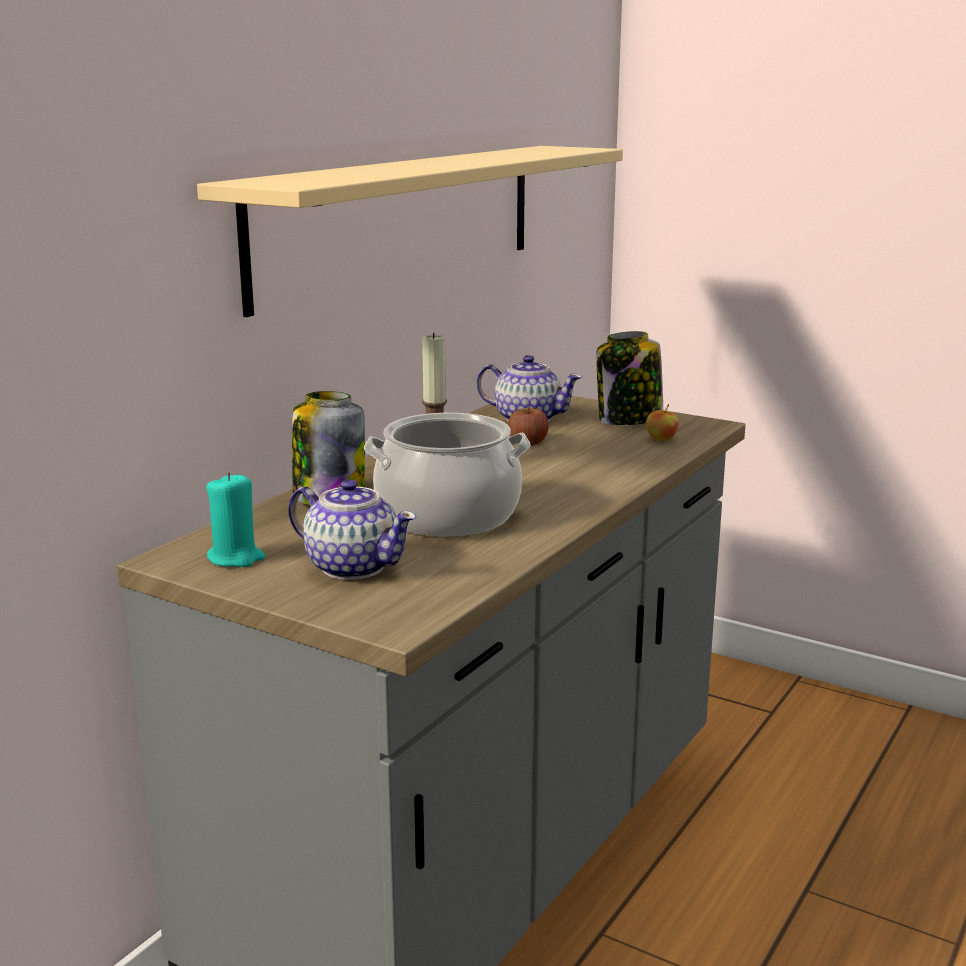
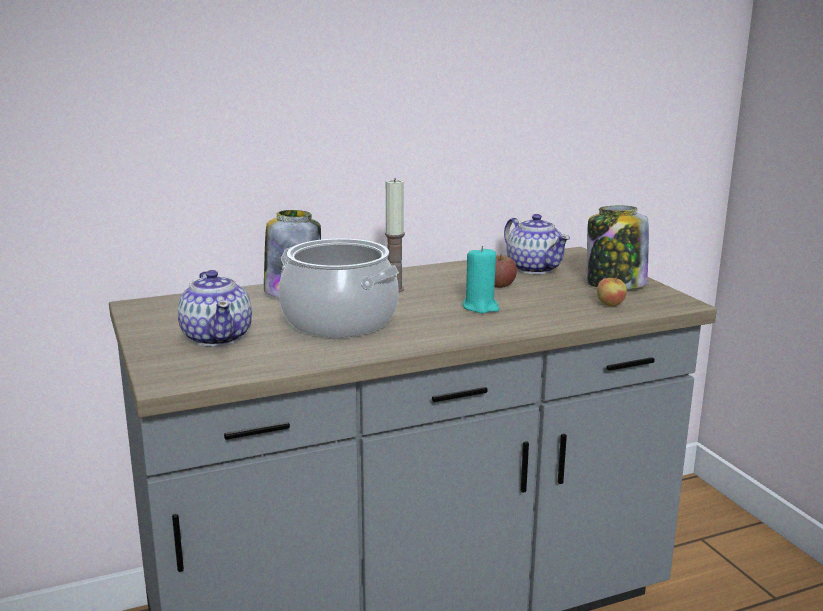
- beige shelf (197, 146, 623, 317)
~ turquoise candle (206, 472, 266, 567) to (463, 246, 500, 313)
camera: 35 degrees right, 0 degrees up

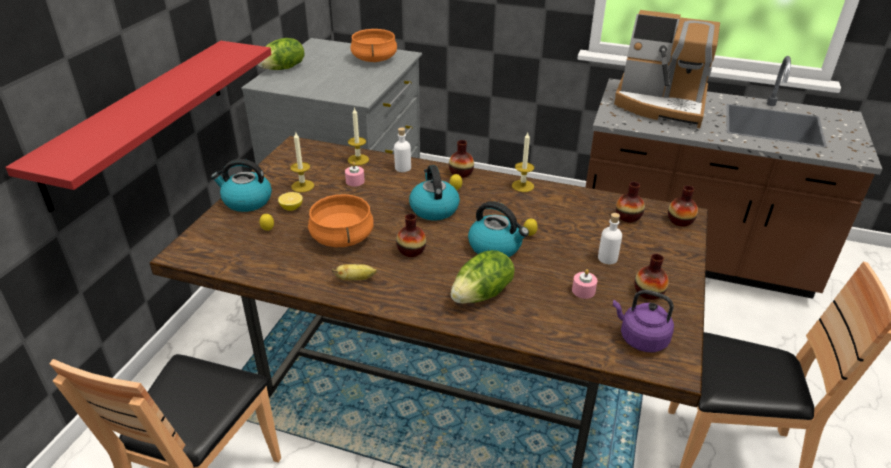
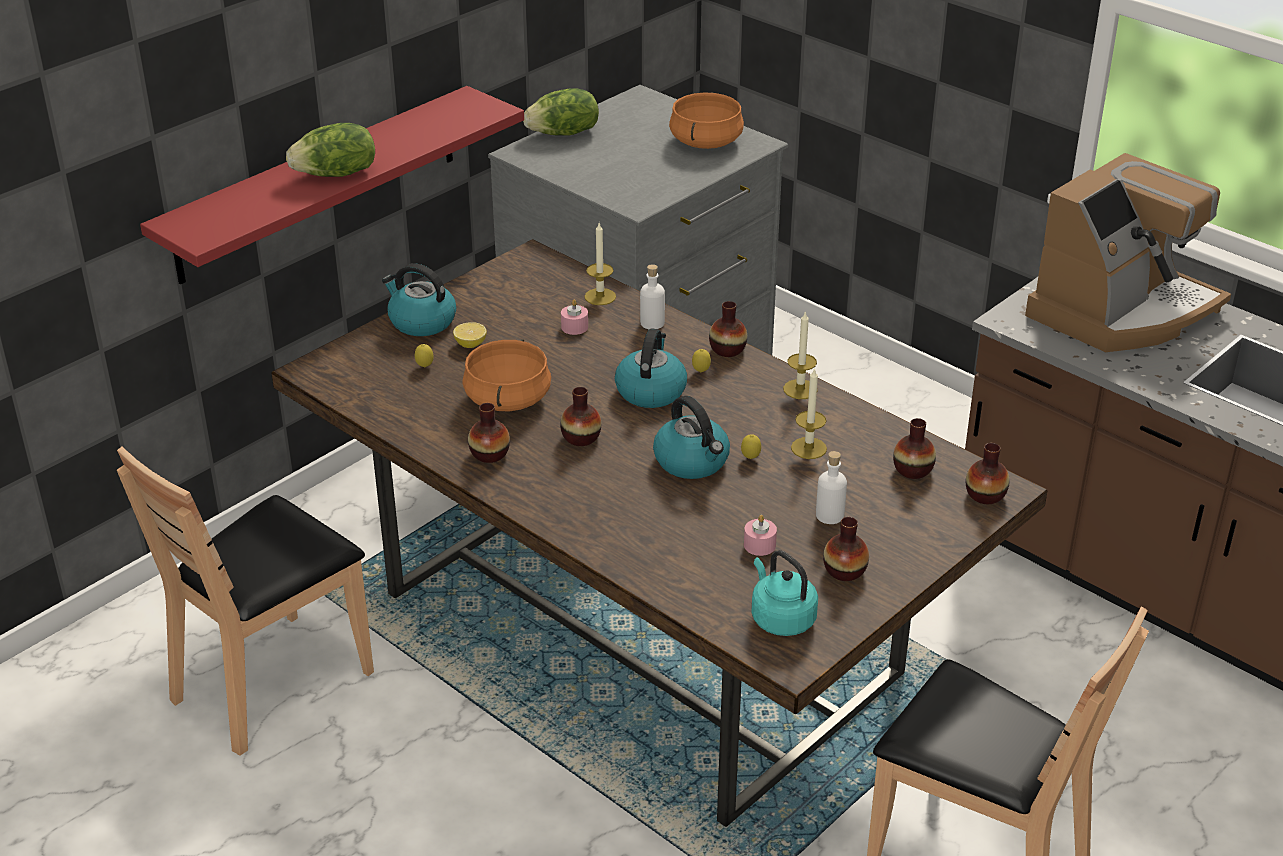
~ coffee machine (614, 10, 720, 128) = (1025, 153, 1231, 352) 90 degrees counterclockwise
~ candle (290, 132, 314, 192) to (791, 368, 827, 459)
~ lettuce (451, 250, 515, 304) to (286, 123, 375, 177)
~ banana (332, 264, 377, 280) to vase (468, 403, 510, 463)
~ purple kettle (613, 290, 674, 352) to turquoise kettle (751, 550, 818, 636)
camera: 25 degrees right, 0 degrees up

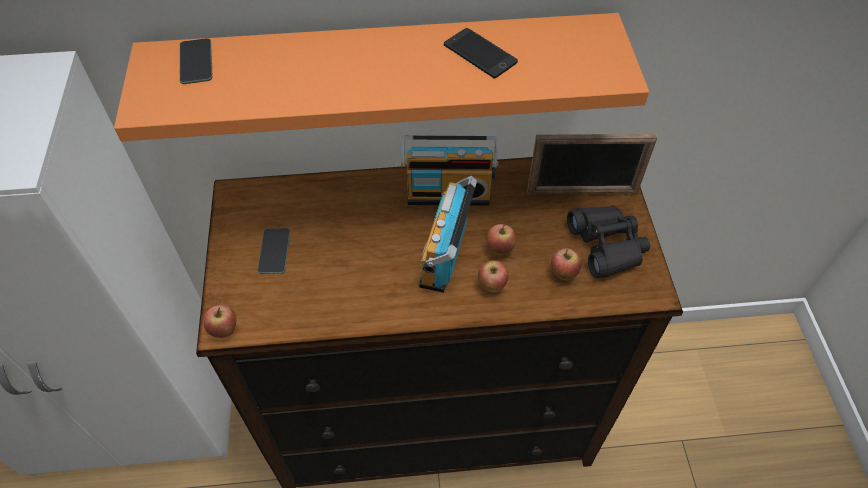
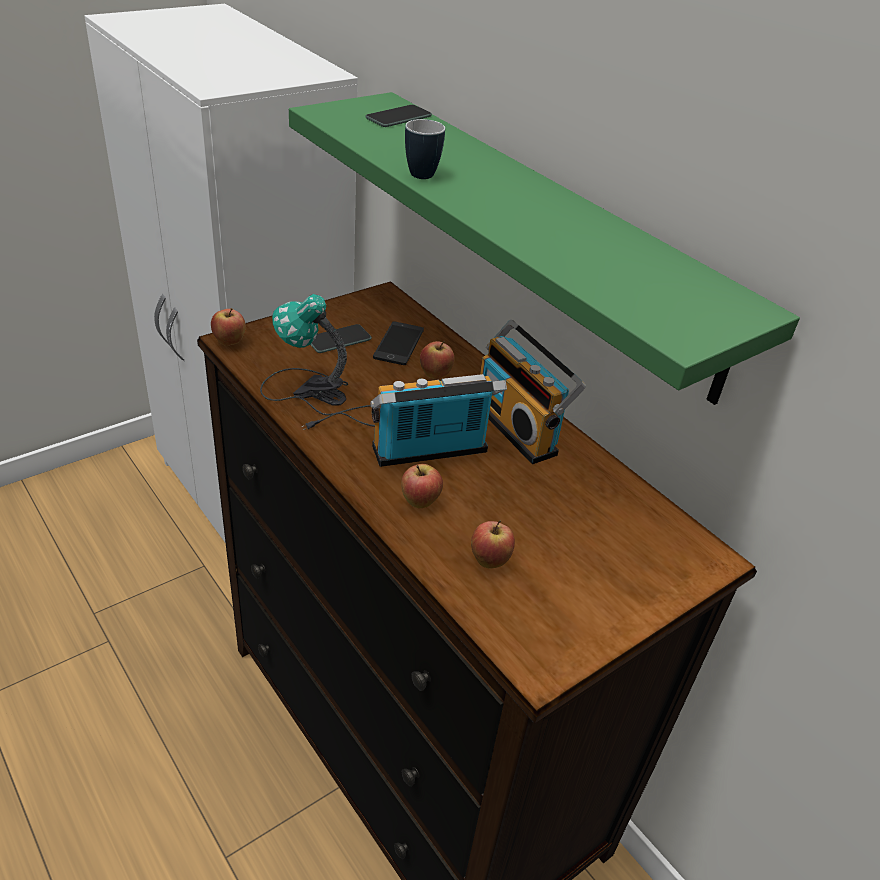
~ orange shelf (114, 13, 649, 141) to green shelf (289, 92, 800, 405)
~ phone (444, 28, 518, 79) to (373, 321, 424, 365)
- picture frame (527, 134, 657, 194)
- black binoculars (567, 205, 650, 278)
~ apple (486, 224, 516, 255) to (420, 341, 455, 379)
+ mug (405, 119, 445, 179)
+ table lamp (260, 294, 375, 430)
camera: 55 degrees right, 15 degrees down

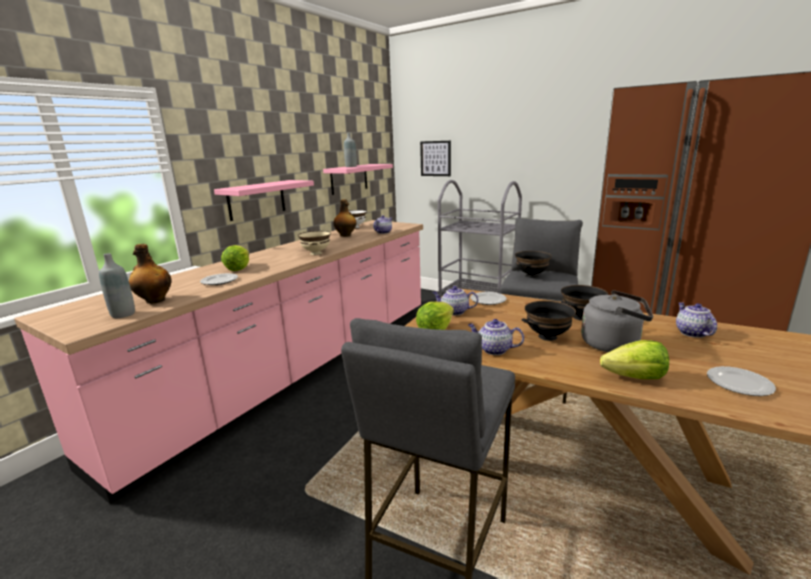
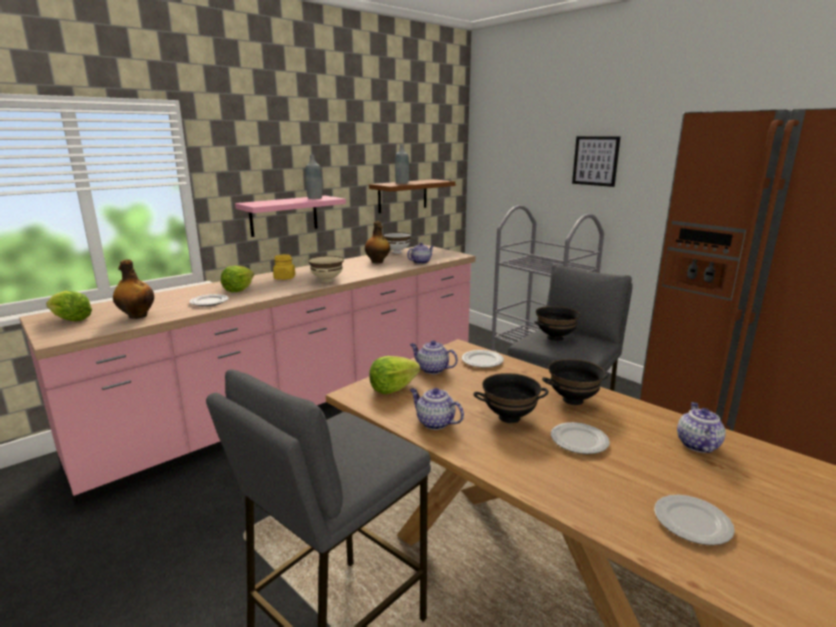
~ picture (420, 141, 451, 176) to (572, 136, 620, 187)
~ pink shelf (323, 164, 393, 195) to brown shelf (369, 179, 456, 213)
~ grey bottle (99, 253, 135, 318) to (305, 155, 322, 199)
~ grey kettle (581, 290, 653, 352) to plate (551, 422, 610, 454)
~ lettuce (600, 340, 669, 379) to (46, 291, 92, 321)
+ yellow jar (273, 254, 295, 280)
camera: 15 degrees right, 0 degrees up

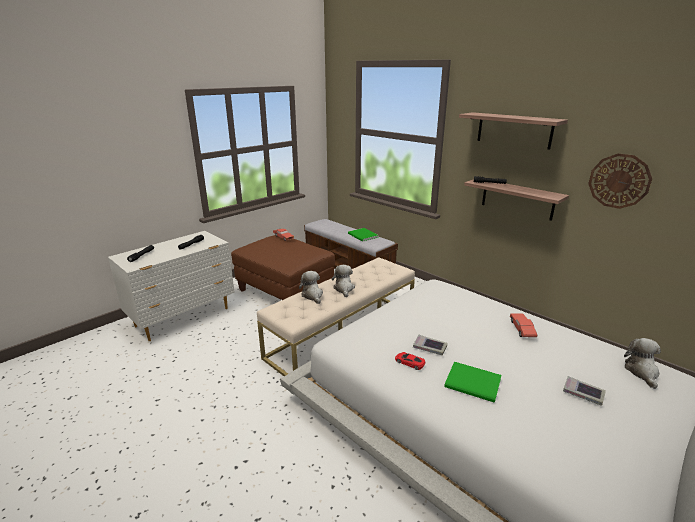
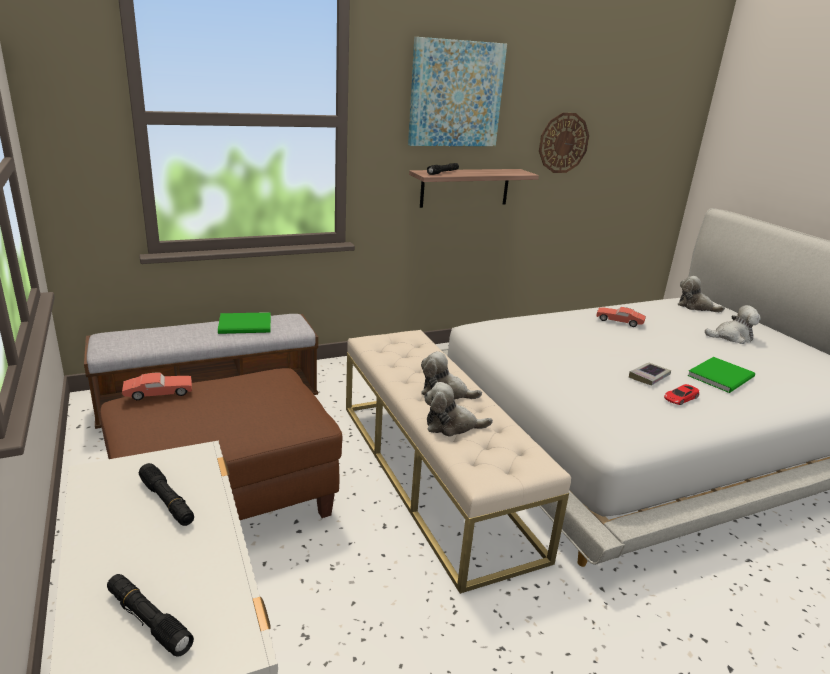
~ shelf (459, 112, 568, 150) to picture (408, 37, 507, 146)
~ book (563, 376, 606, 406) to plush toy (705, 305, 761, 344)
camera: 70 degrees left, 0 degrees up

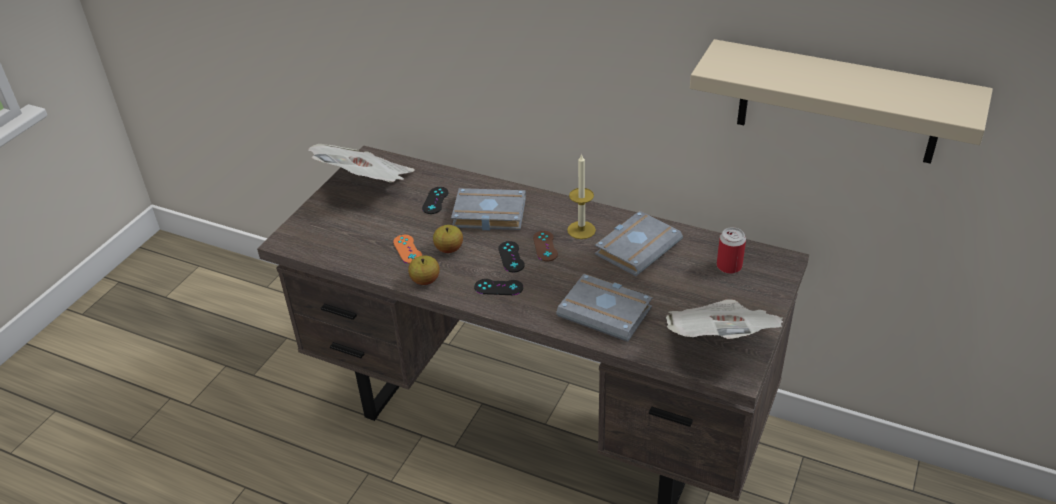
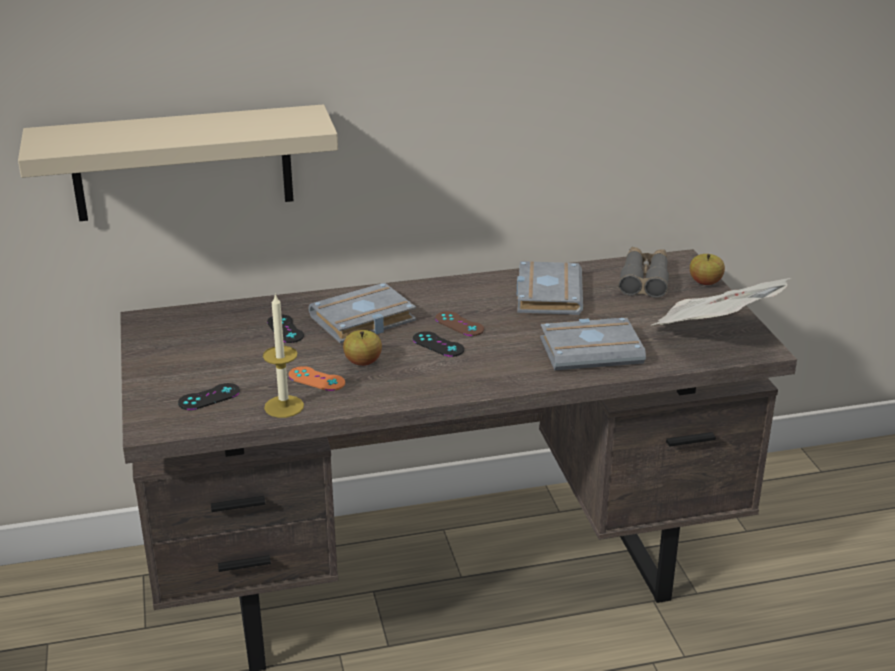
~ beige shelf (690, 39, 993, 164) to (18, 105, 338, 221)
- newspaper (308, 144, 415, 182)
~ candle (567, 153, 596, 239) to (263, 293, 304, 418)
~ can (717, 227, 746, 274) to grey binoculars (618, 247, 669, 298)
~ apple (408, 256, 440, 285) to (690, 254, 725, 285)
~ black game controller (474, 279, 523, 295) to (178, 383, 240, 410)
camera: 40 degrees left, 10 degrees down

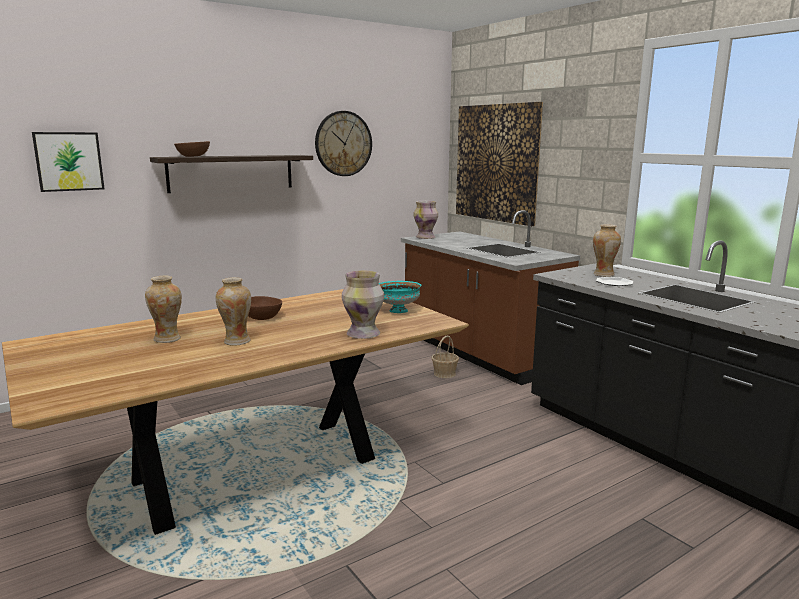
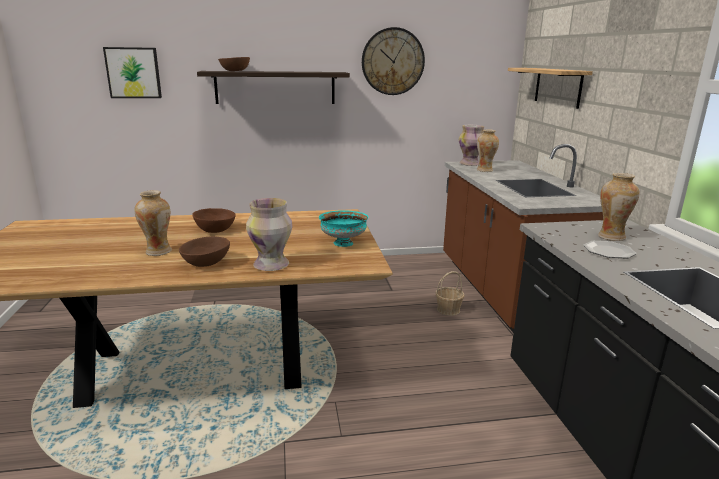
~ picture (456, 102, 543, 226) to shelf (508, 68, 593, 109)
~ vase (145, 276, 182, 343) to (477, 129, 499, 172)
+ brown bowl (179, 236, 230, 267)
camera: 25 degrees right, 5 degrees up

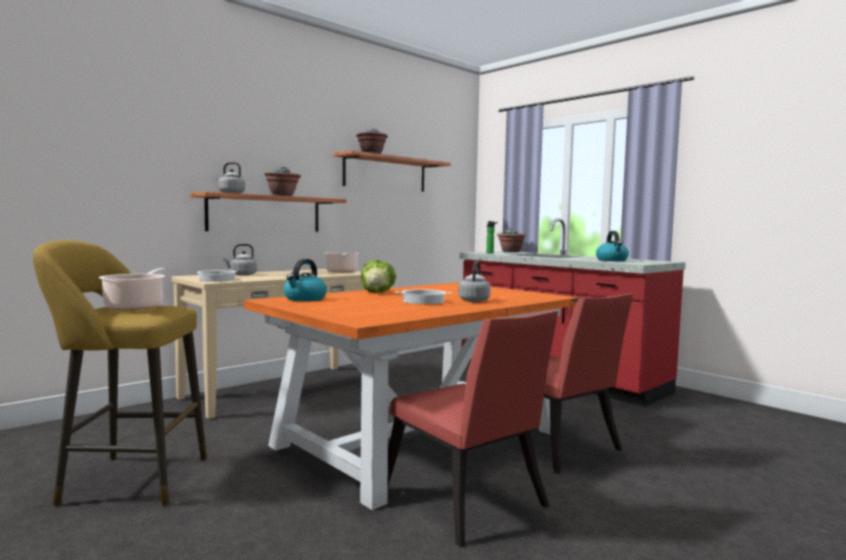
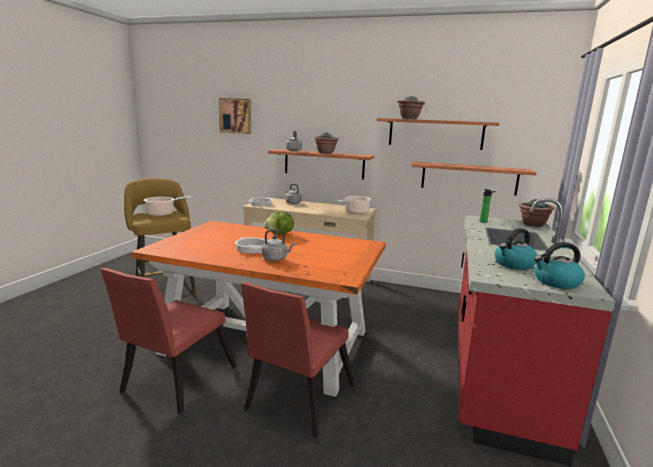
~ kettle (284, 259, 327, 301) to (534, 242, 585, 289)
+ picture (219, 98, 251, 134)
+ shelf (411, 162, 537, 196)
camera: 60 degrees right, 10 degrees up

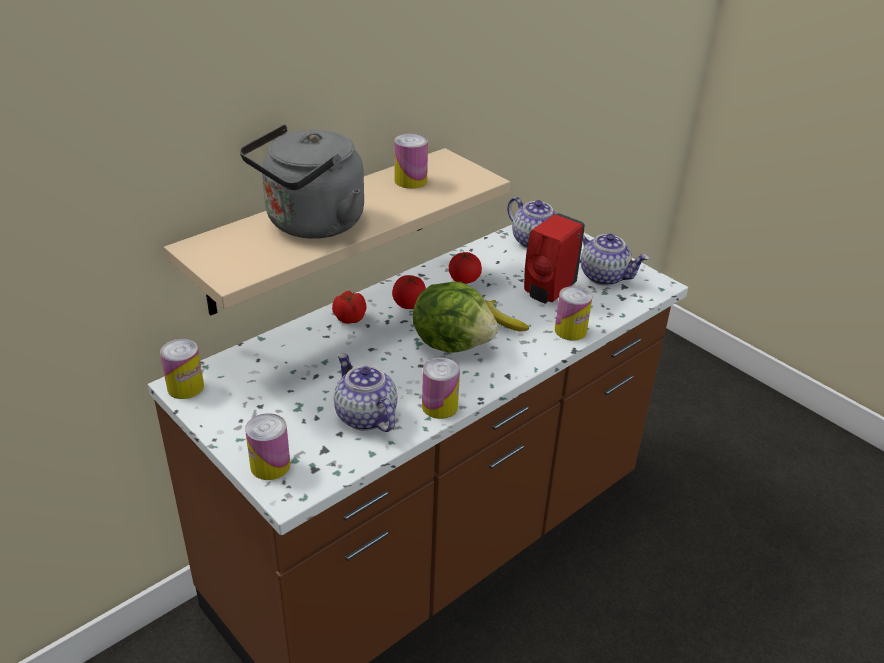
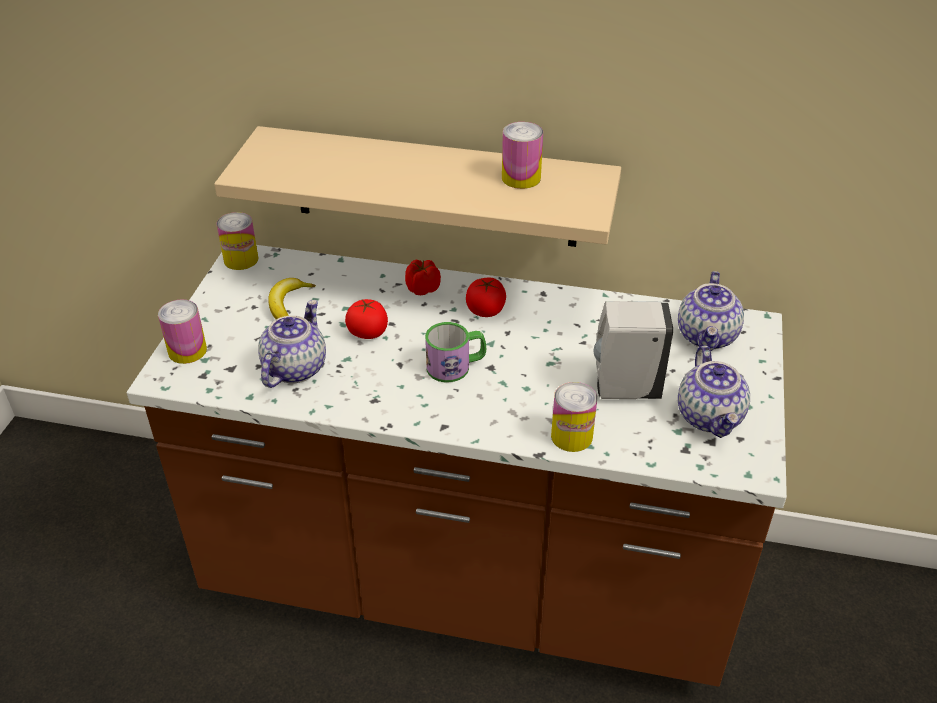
- grey kettle (240, 124, 364, 239)
~ red soap dispenser (524, 213, 585, 303) to white soap dispenser (593, 301, 673, 399)
~ tomato (449, 251, 482, 284) to (345, 299, 388, 339)
~ lettuce (413, 282, 498, 353) to mug (425, 322, 486, 383)
~ banana (485, 300, 529, 331) to (268, 278, 316, 319)
- can (422, 358, 460, 419)
camera: 55 degrees right, 5 degrees up

